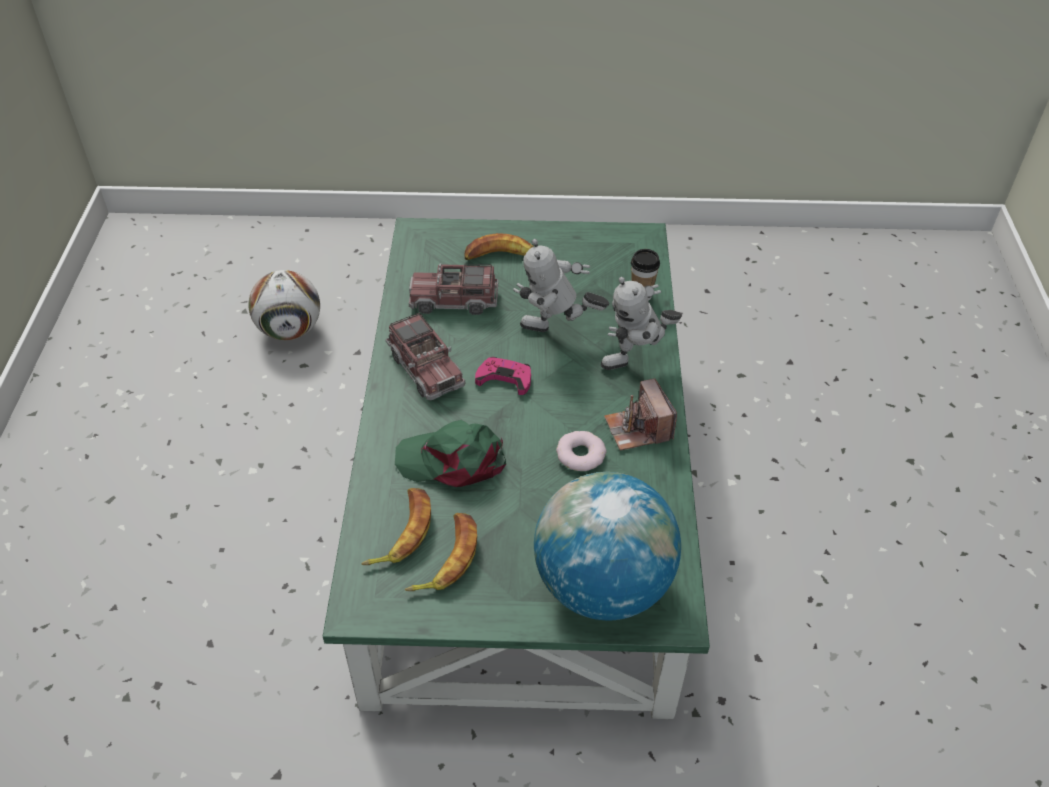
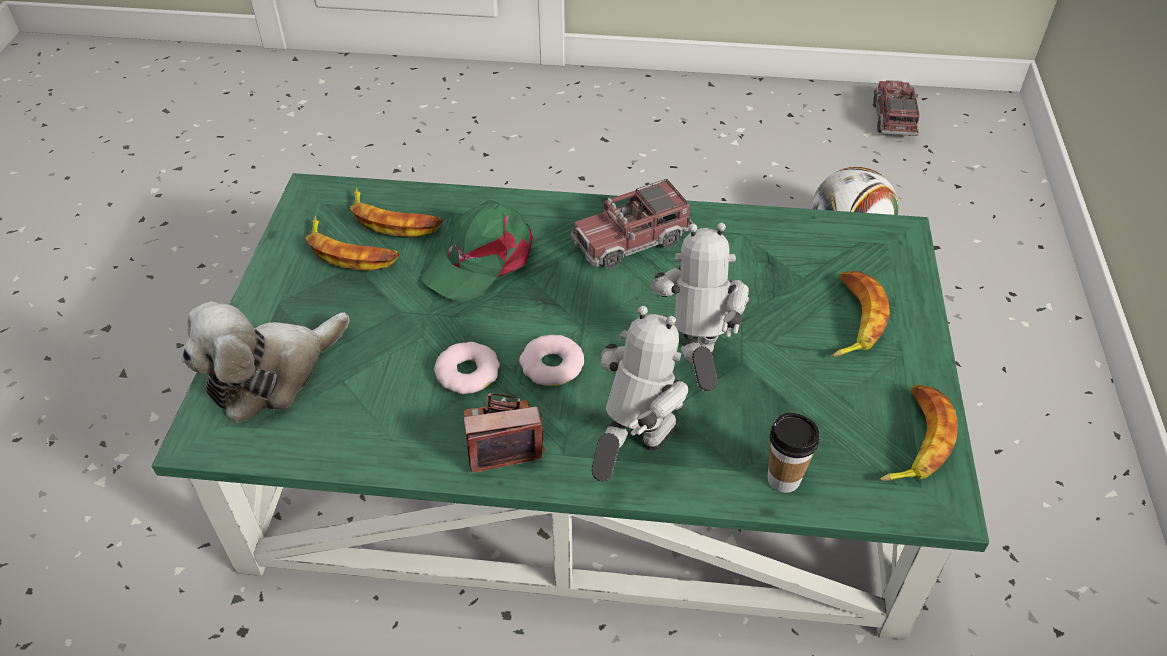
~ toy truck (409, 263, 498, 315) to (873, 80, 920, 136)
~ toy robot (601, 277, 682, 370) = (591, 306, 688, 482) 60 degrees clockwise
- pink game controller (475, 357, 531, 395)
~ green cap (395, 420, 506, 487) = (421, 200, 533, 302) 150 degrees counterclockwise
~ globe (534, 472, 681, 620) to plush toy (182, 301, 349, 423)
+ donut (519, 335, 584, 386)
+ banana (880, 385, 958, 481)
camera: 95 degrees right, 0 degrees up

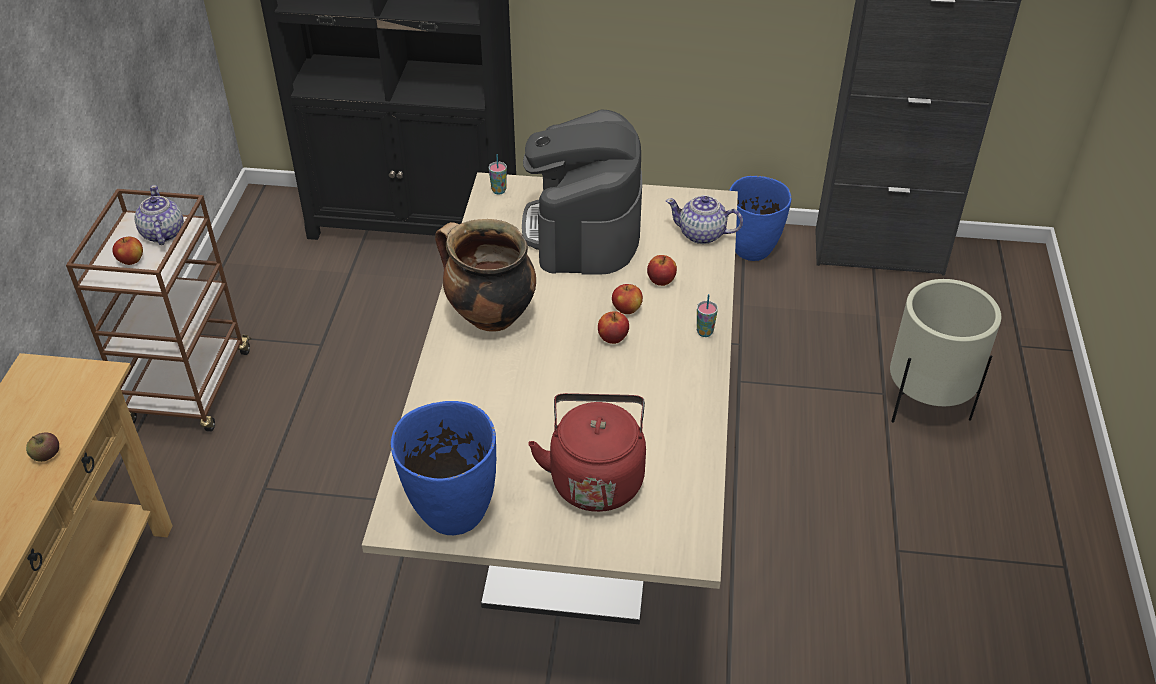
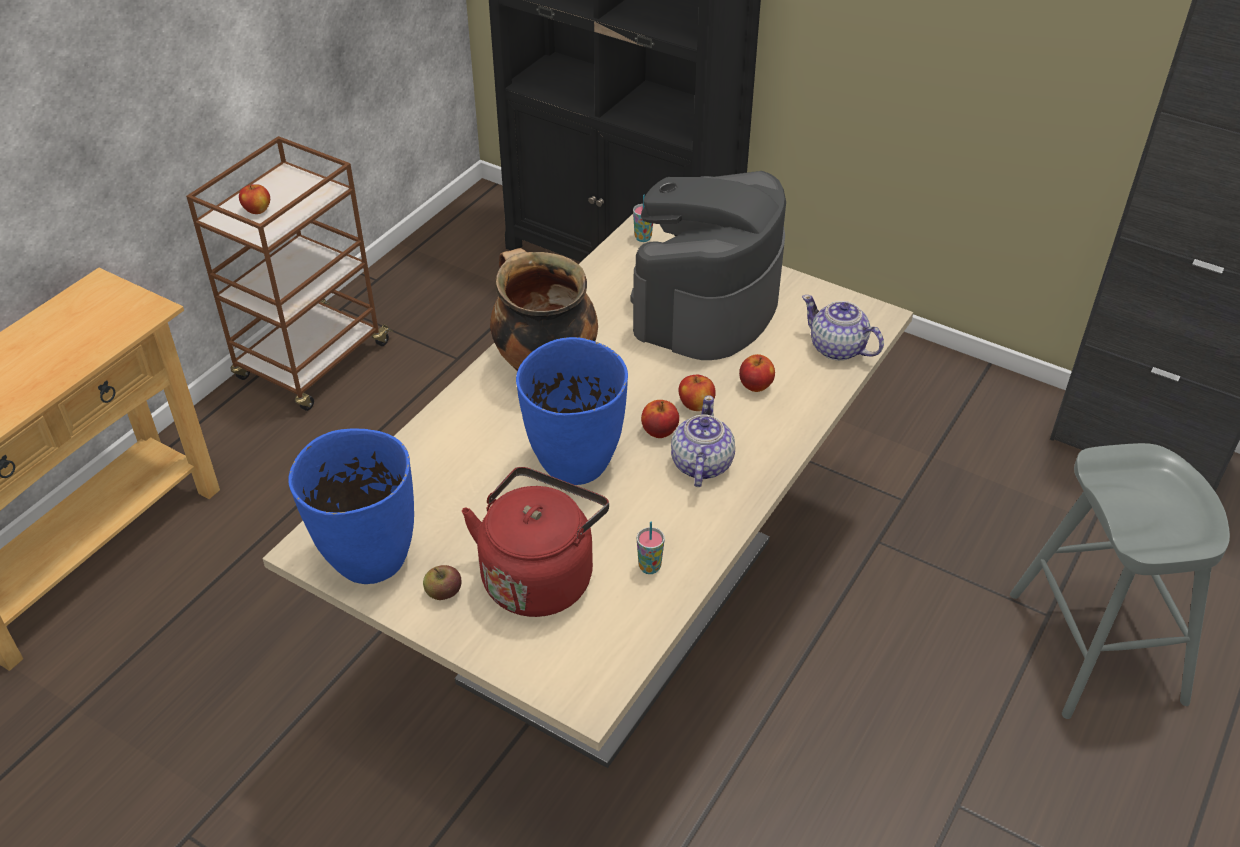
~ blue vase (729, 176, 791, 261) to (516, 337, 628, 485)
~ teapot (134, 185, 184, 245) to (671, 395, 735, 487)
~ beige planter (890, 279, 1001, 423) to grey stool (1010, 443, 1230, 719)
~ cup (697, 294, 718, 337) to (637, 522, 665, 574)
~ apple (26, 432, 59, 462) to (423, 565, 462, 600)
camera: 25 degrees right, 0 degrees up

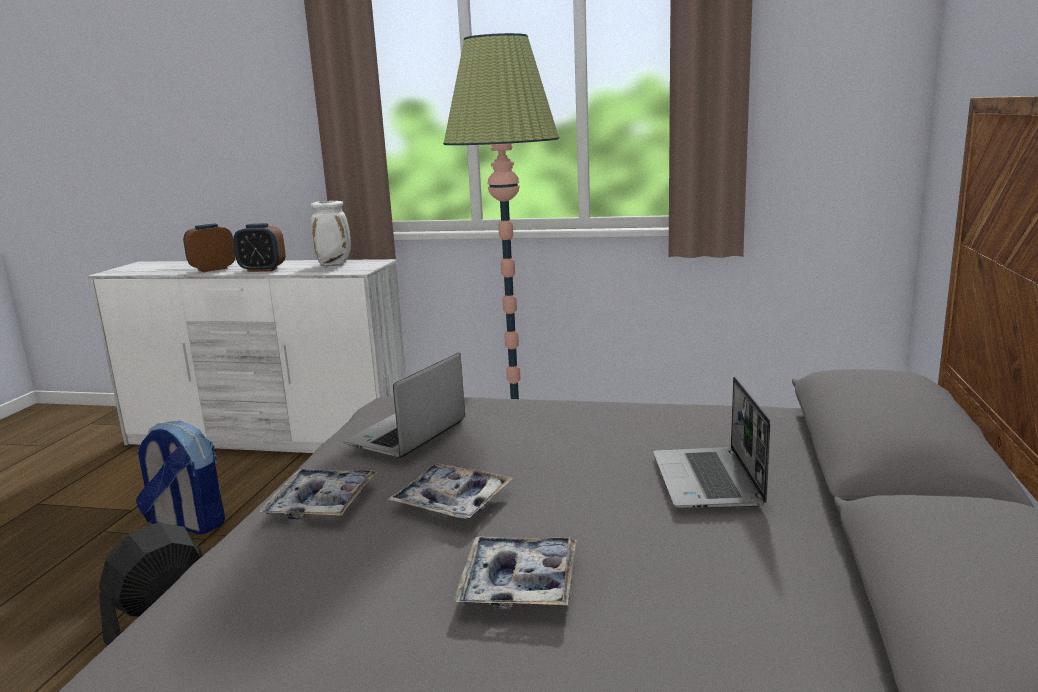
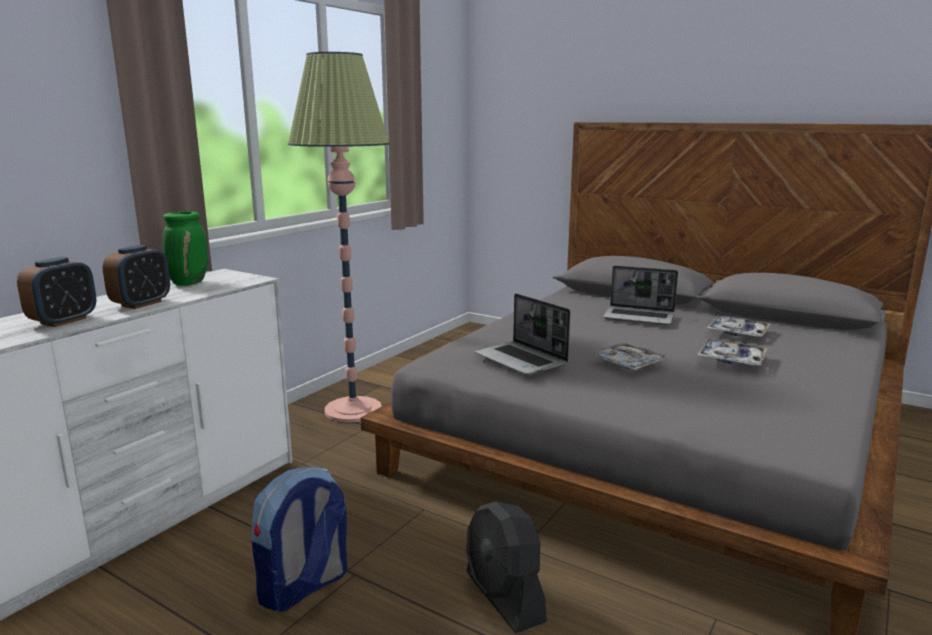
~ white vase (310, 201, 351, 265) to green vase (163, 211, 208, 286)
~ alarm clock (183, 223, 236, 272) = (17, 257, 96, 327) 135 degrees counterclockwise
~ tray (259, 468, 377, 519) to (707, 316, 771, 337)
camera: 70 degrees left, 0 degrees up

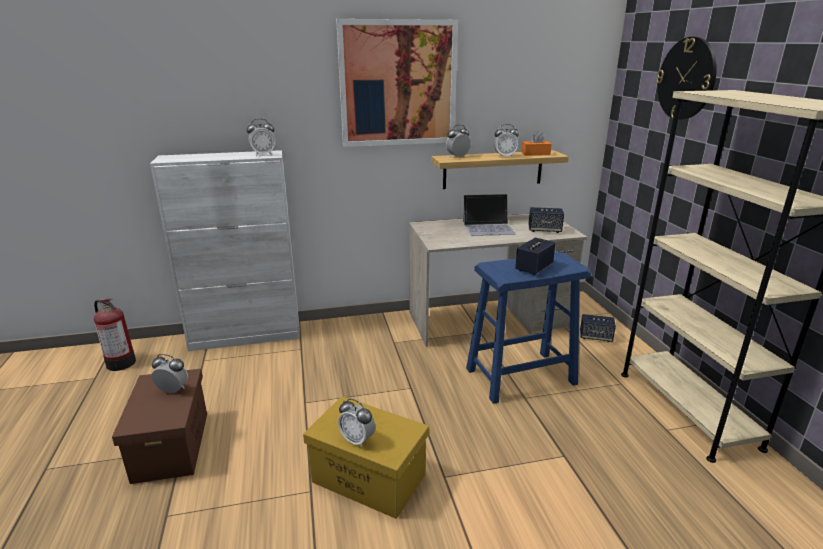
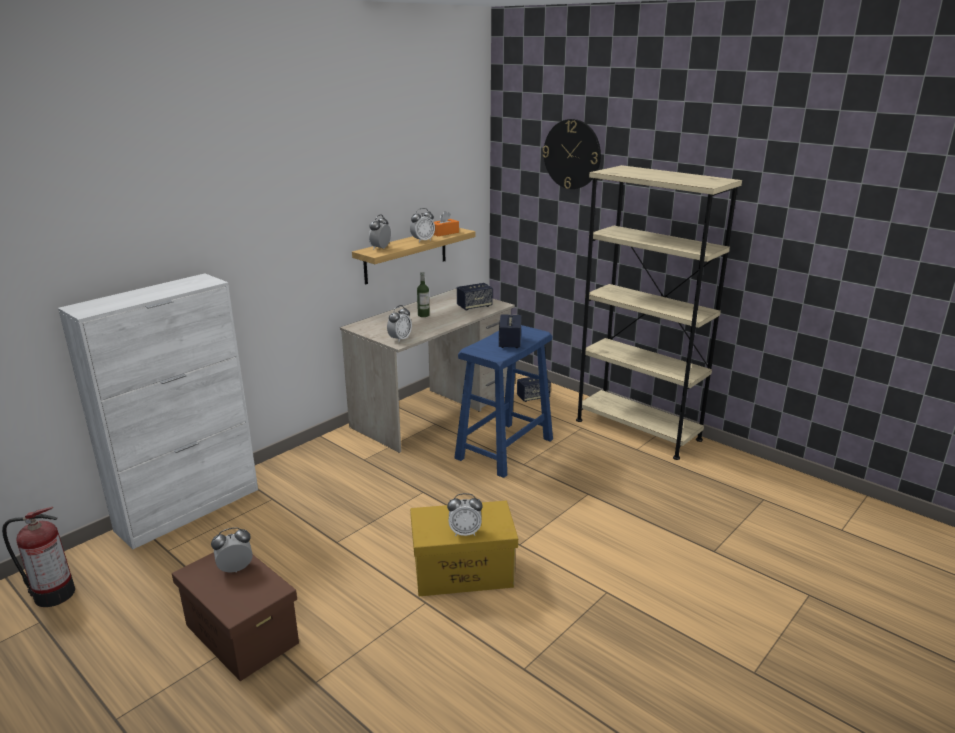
- picture (336, 19, 458, 147)
~ alarm clock (247, 119, 275, 156) to (387, 305, 412, 343)
~ laptop (463, 194, 515, 236) to bottle (417, 272, 430, 317)
camera: 35 degrees left, 0 degrees up

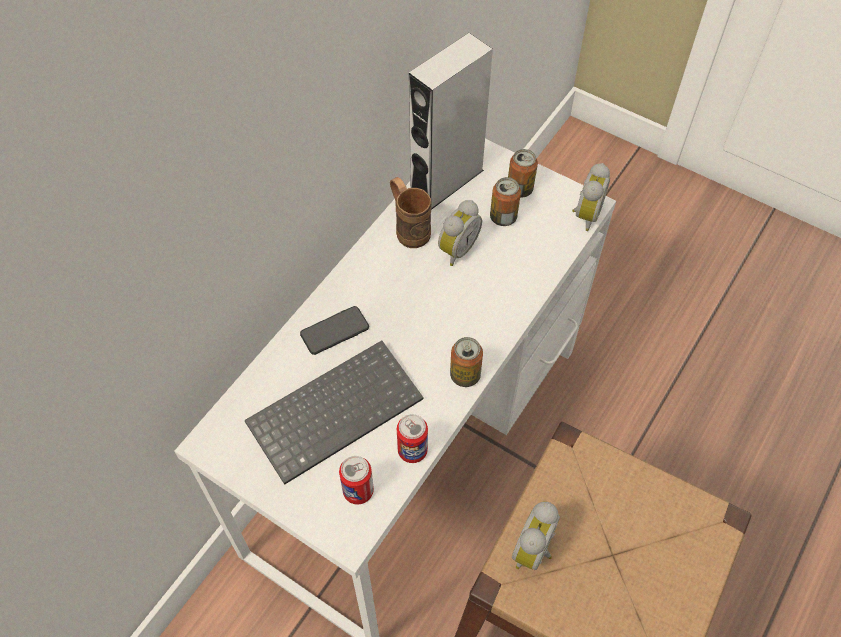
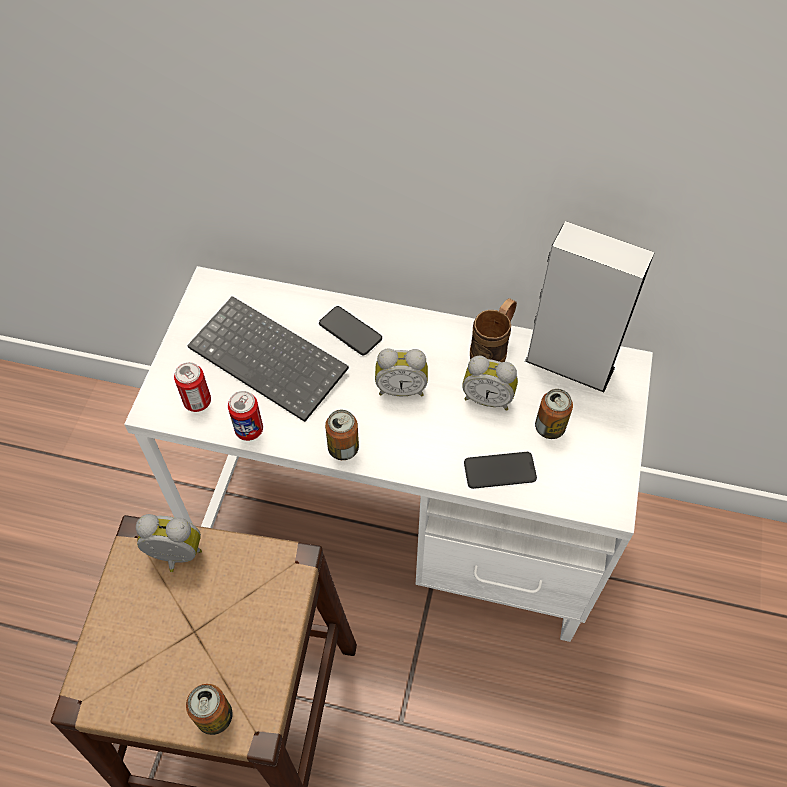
~ can (508, 149, 538, 198) to (186, 684, 233, 735)
~ alarm clock (572, 163, 610, 231) to (375, 348, 428, 396)
+ phone (464, 452, 537, 489)
camera: 70 degrees right, 0 degrees up

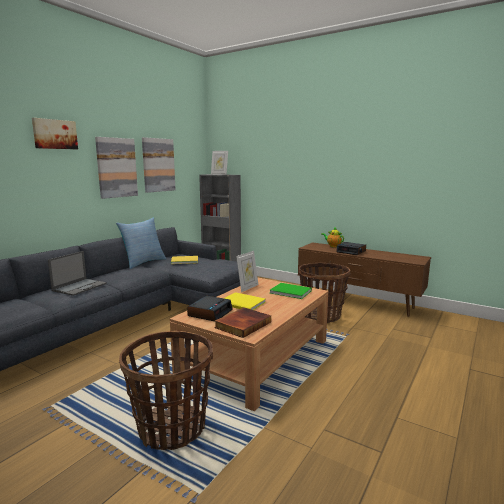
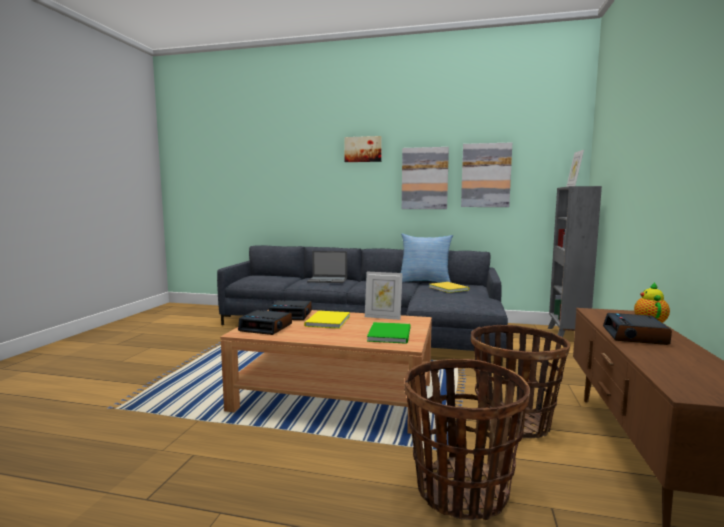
~ book (215, 307, 271, 338) to alarm clock (238, 310, 292, 335)
~ basket (119, 331, 213, 450) to (404, 359, 530, 520)
camera: 70 degrees right, 5 degrees down

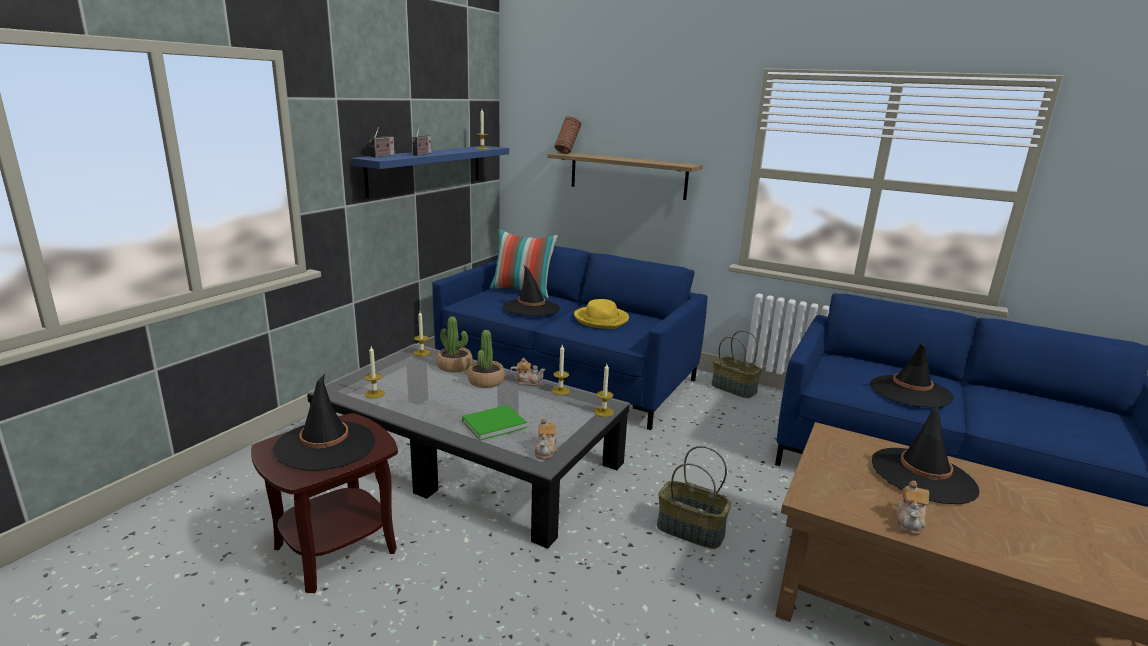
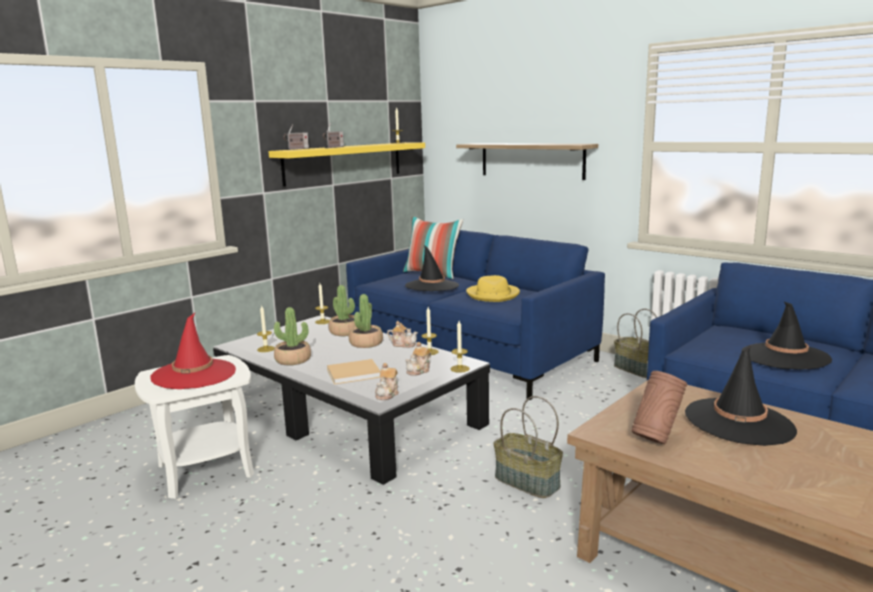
~ brown vase (555, 116, 581, 154) to (631, 371, 687, 444)
~ blue shelf (351, 146, 509, 198) to yellow shelf (268, 142, 425, 186)
~ black hat (273, 374, 375, 471) to red hat (150, 313, 236, 389)
~ green book (462, 405, 527, 441) to beige book (327, 359, 381, 384)
~ brown side table (251, 413, 398, 593) to white side table (135, 355, 254, 499)
~ teapot (896, 481, 929, 535) to (405, 342, 431, 376)
+ potted plant (274, 307, 311, 365)
camera: 15 degrees right, 5 degrees down

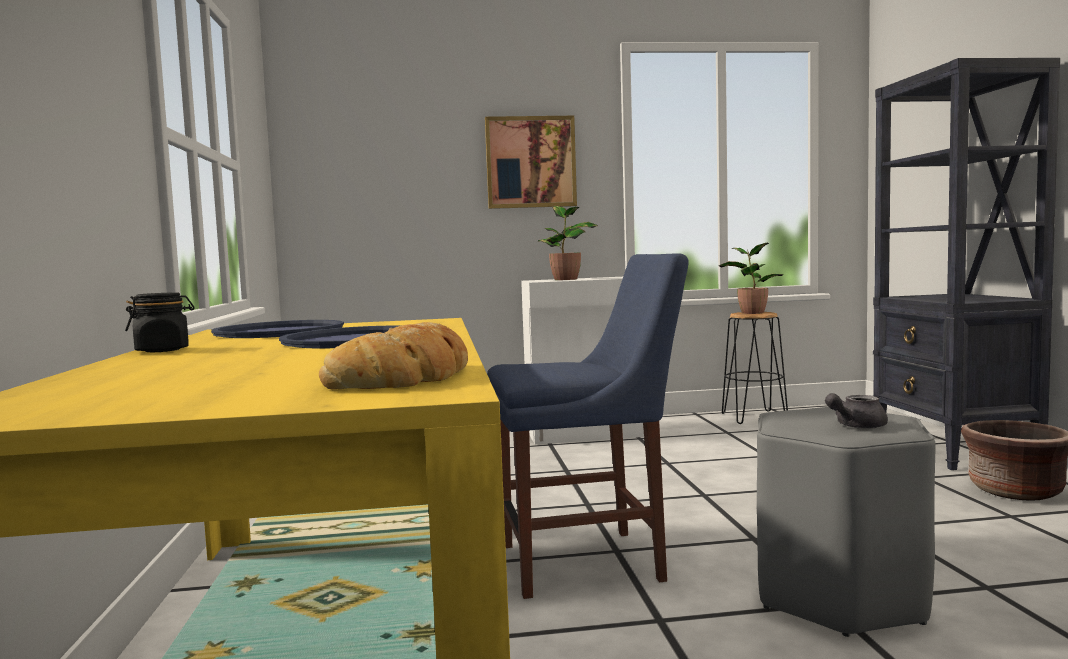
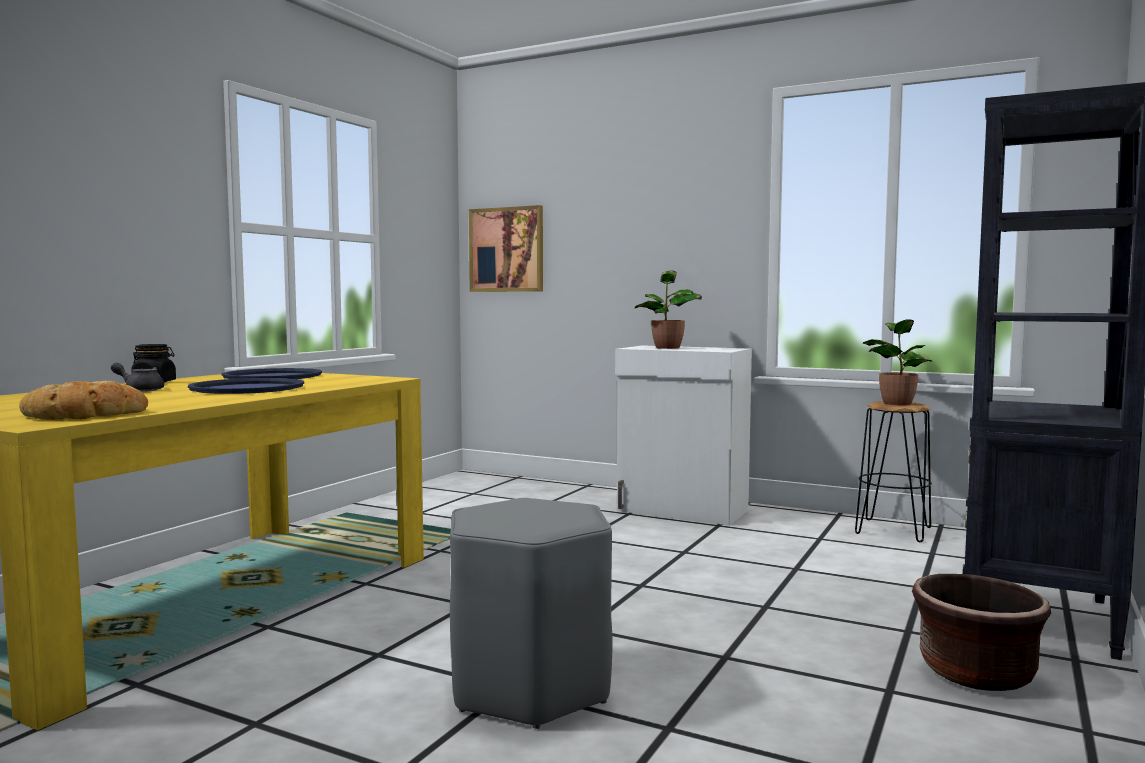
~ picture (485, 116, 577, 209) to (469, 205, 543, 292)
- blue chair (487, 253, 689, 599)
~ grey teapot (825, 393, 888, 429) to (111, 362, 164, 392)
camera: 35 degrees right, 0 degrees up

